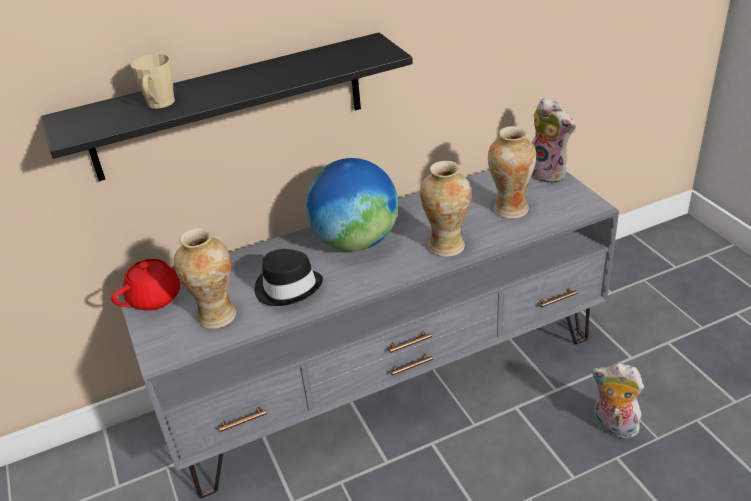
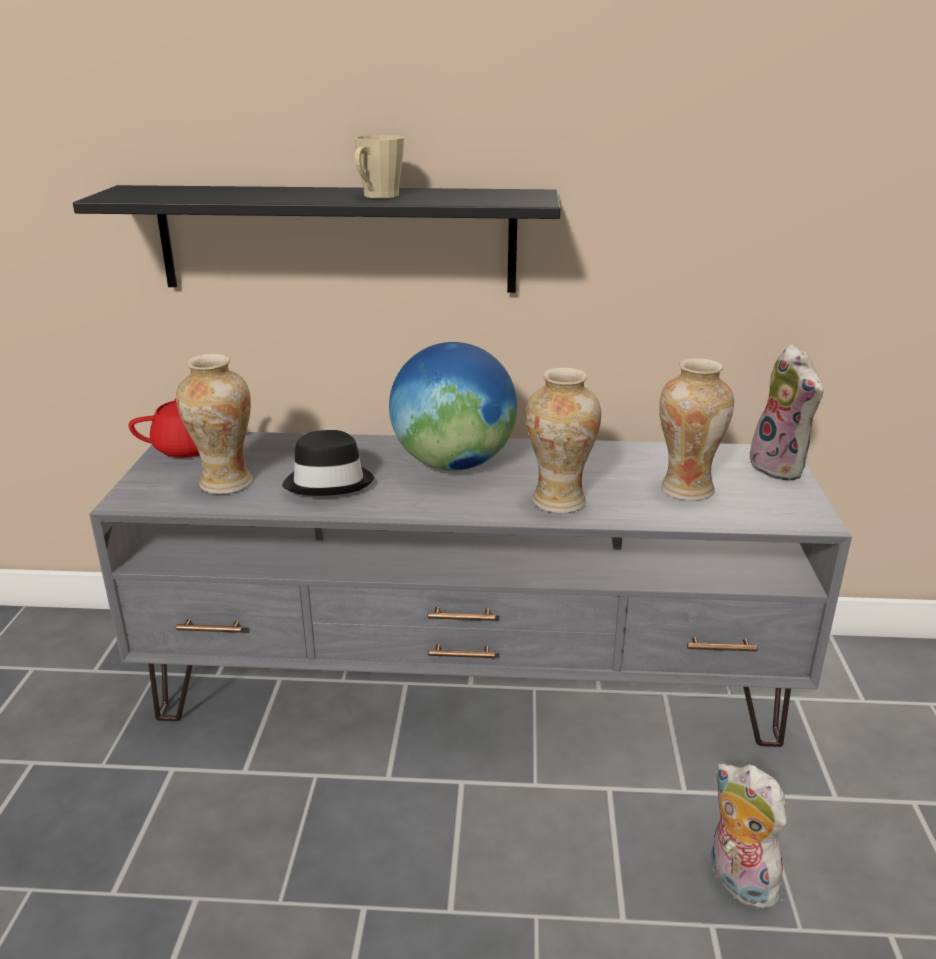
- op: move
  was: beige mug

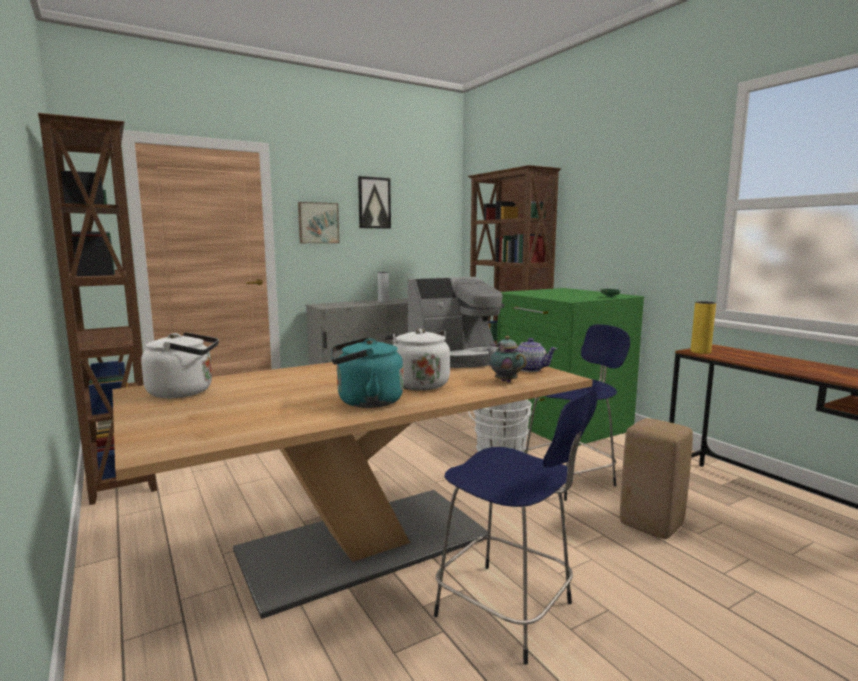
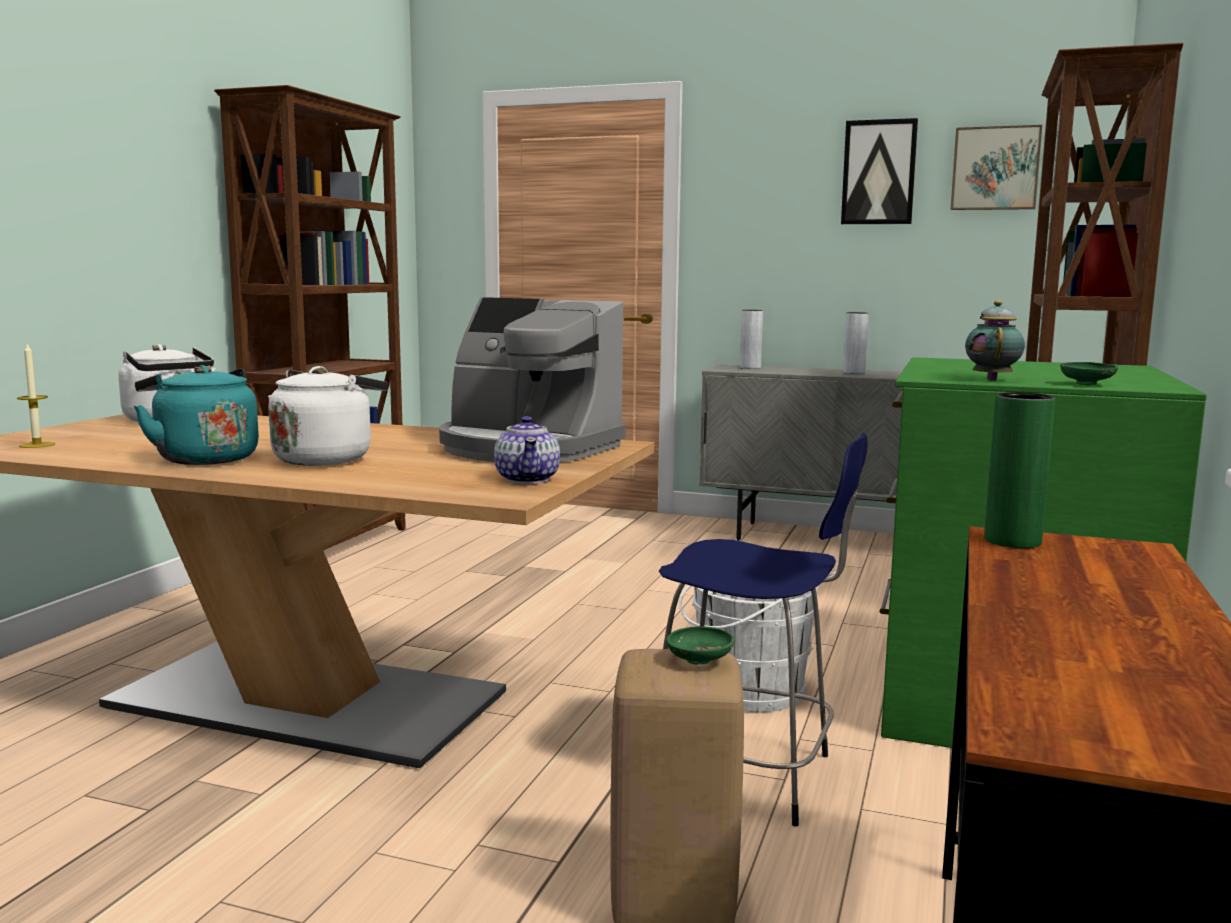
- op: move
  was: wall art (1st from left in the first image)
  now: wall art (2nd from left)
- op: delete
  was: bluish sitting stool (1st from left)
- op: move
  was: pot for tea (1st from left in the first image)
  now: pot for tea (2nd from left)
- op: recolor
  was: yellowish decorative vase
  now: greenish decorative vase
- op: insert
  now: wax candle
- op: insert
  now: greenish serving bowl (1st from left)
- op: insert
  now: gray decorative vase (1st from left)

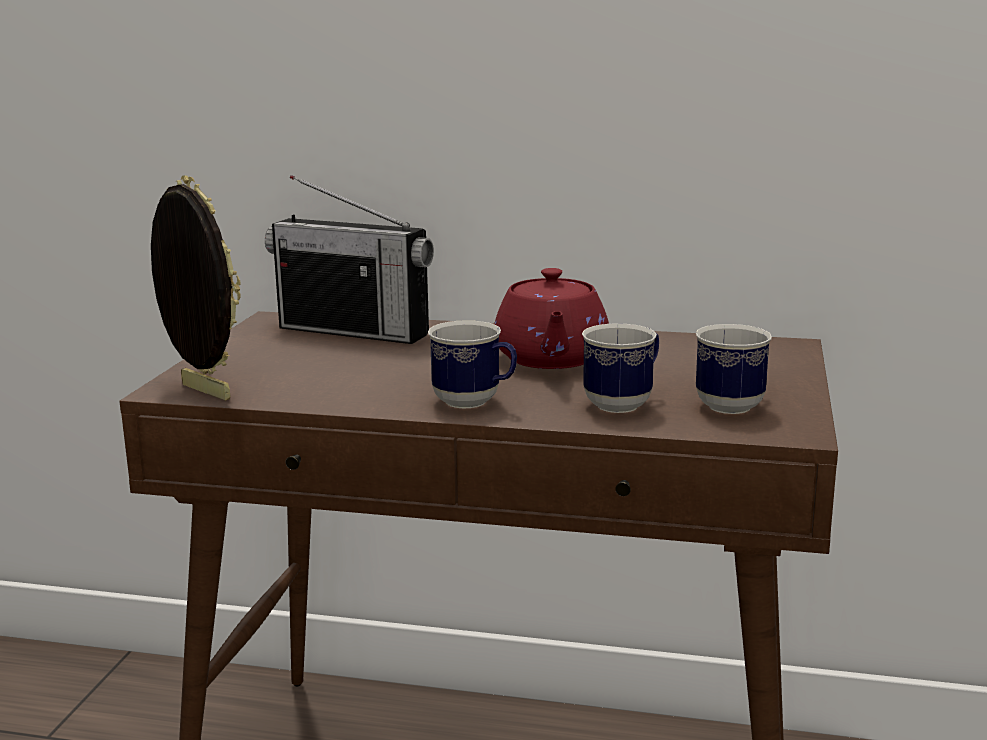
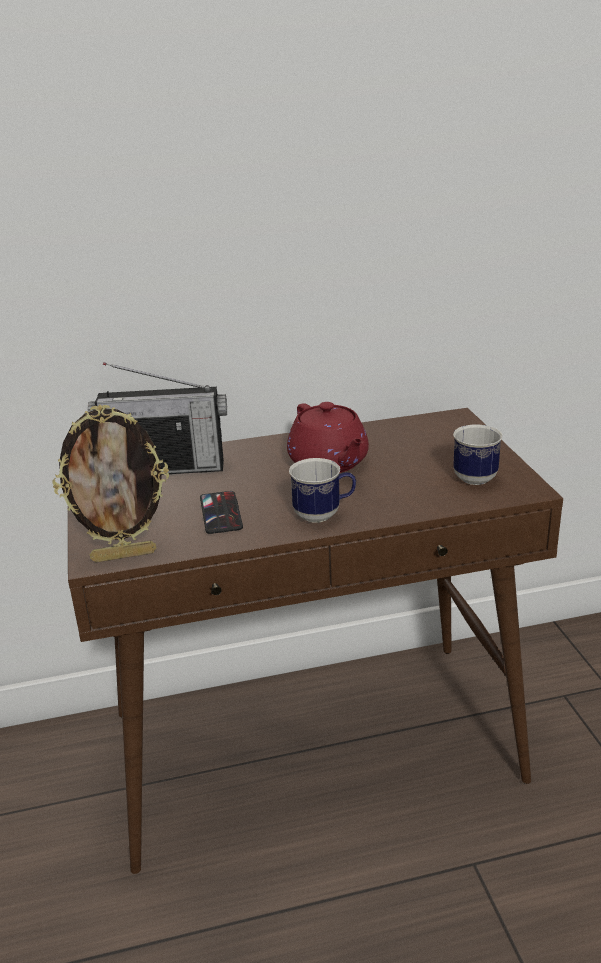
- op: rotate
  was: standing frame
  clockwise: 150
- op: delete
  was: mug (2nd from left)
- op: insert
  now: telephone

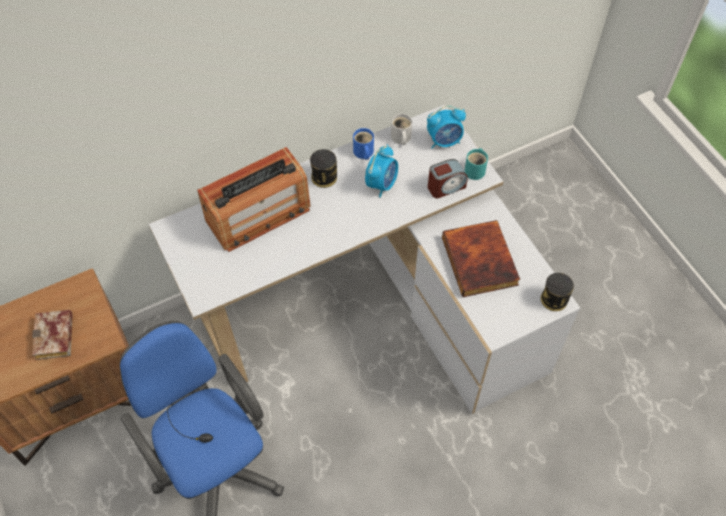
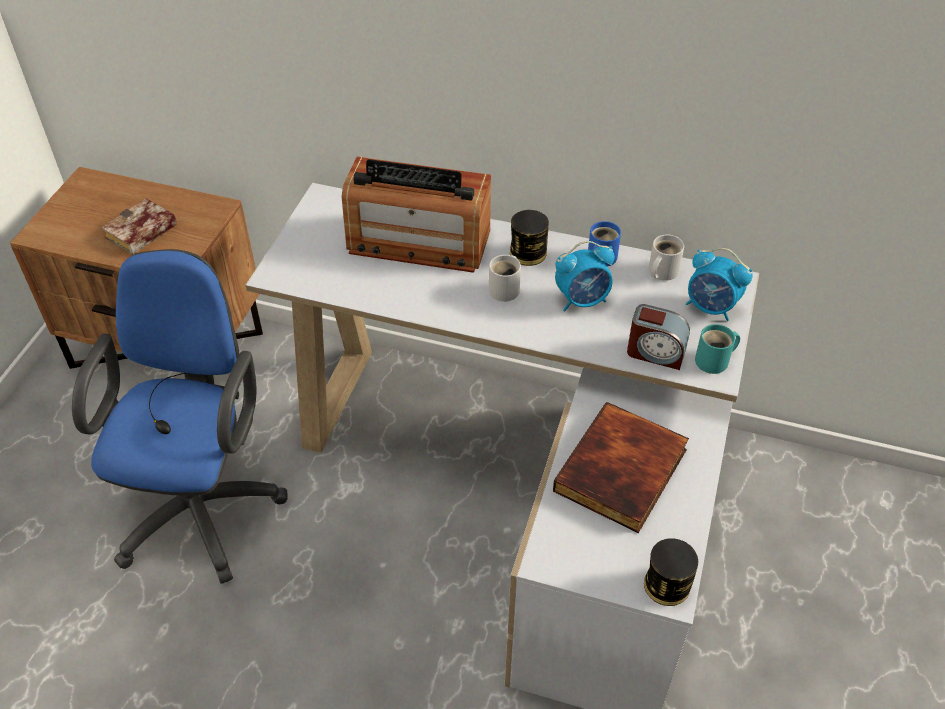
- op: insert
  now: white mug (1st from left)

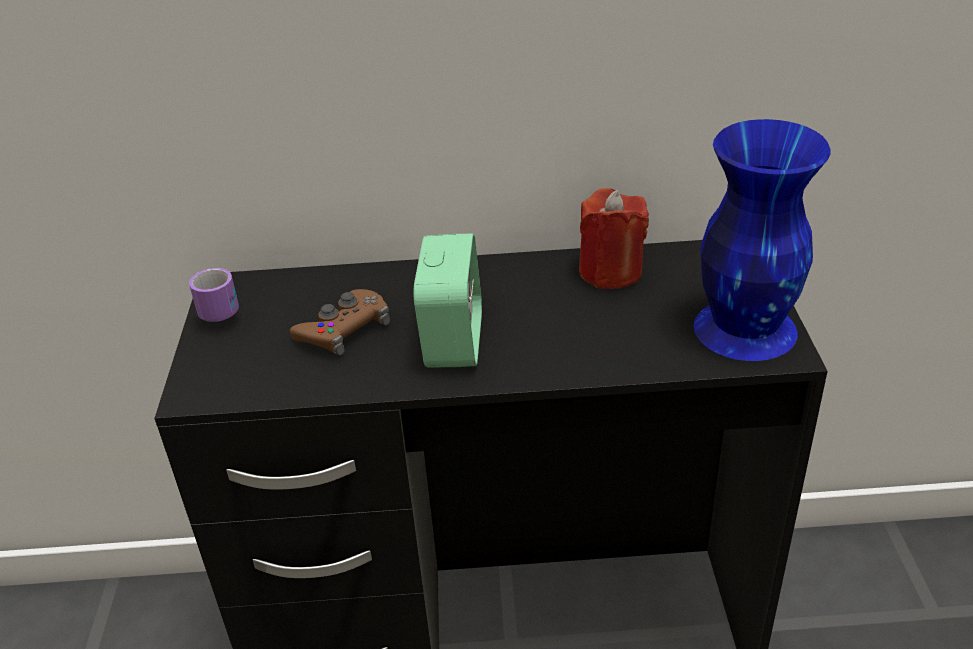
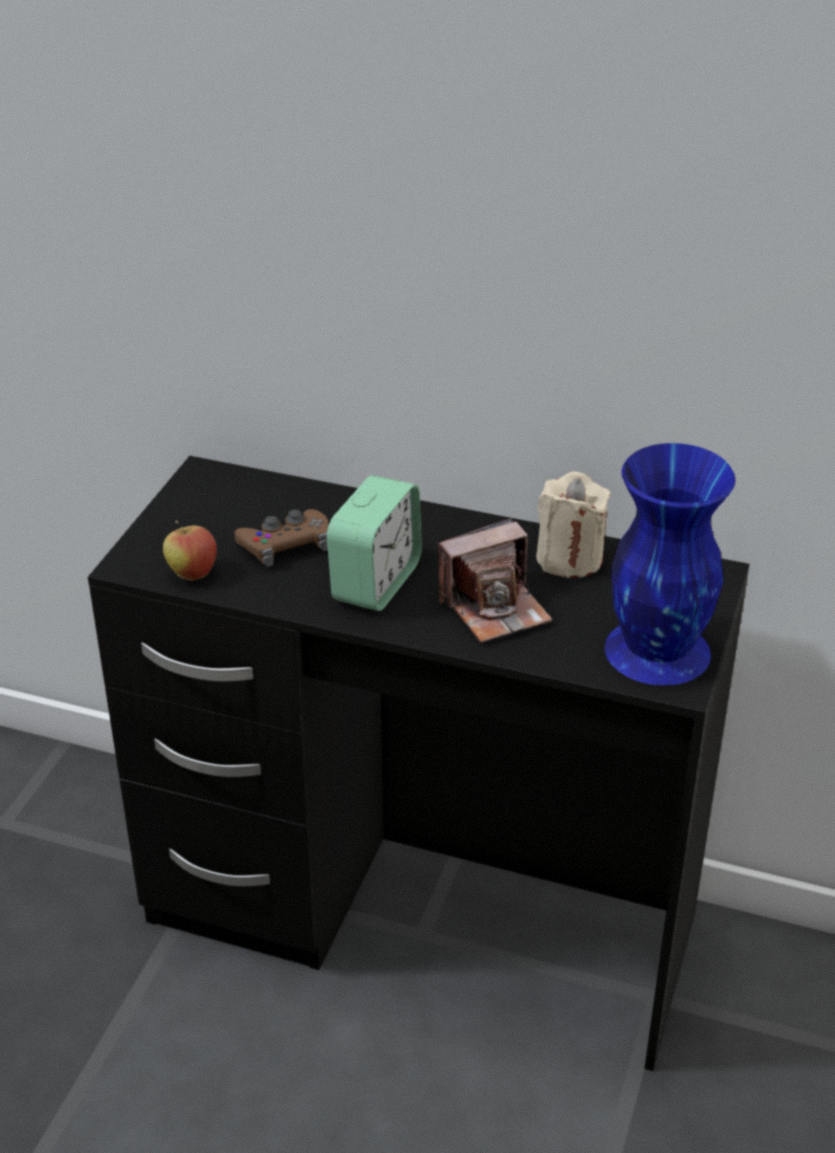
- op: delete
  was: mug
- op: recolor
  was: red-coloured wax candle
  now: beige wax candle
- op: insert
  now: apple fruit
- op: insert
  now: still camera

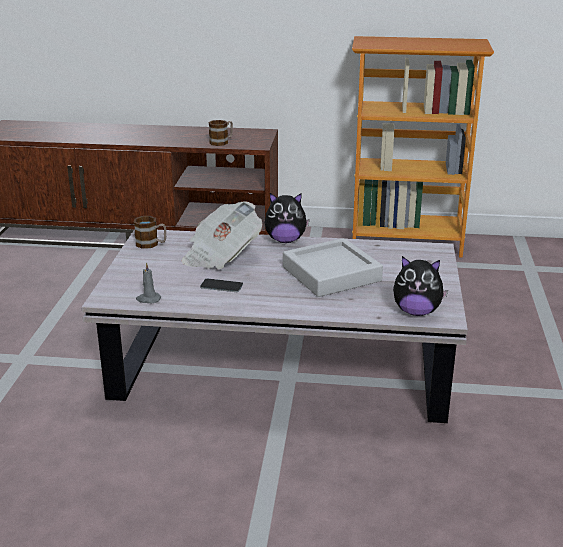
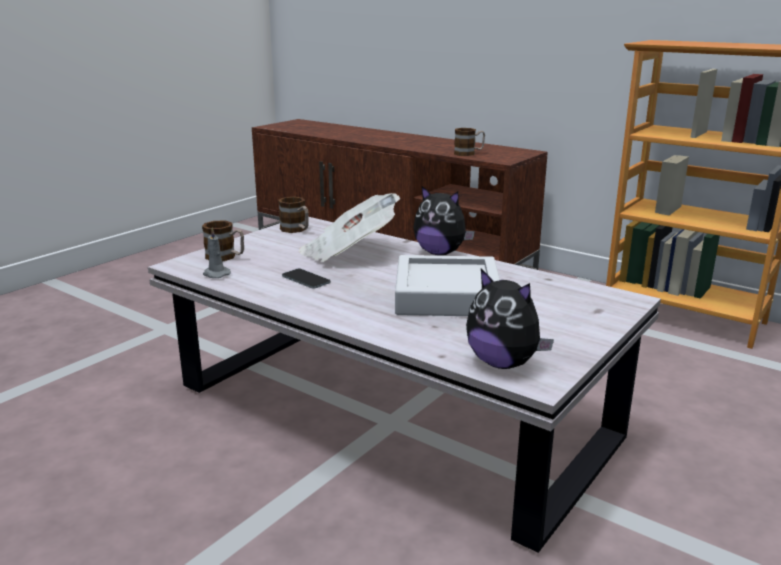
- op: insert
  now: mug (1st from left)

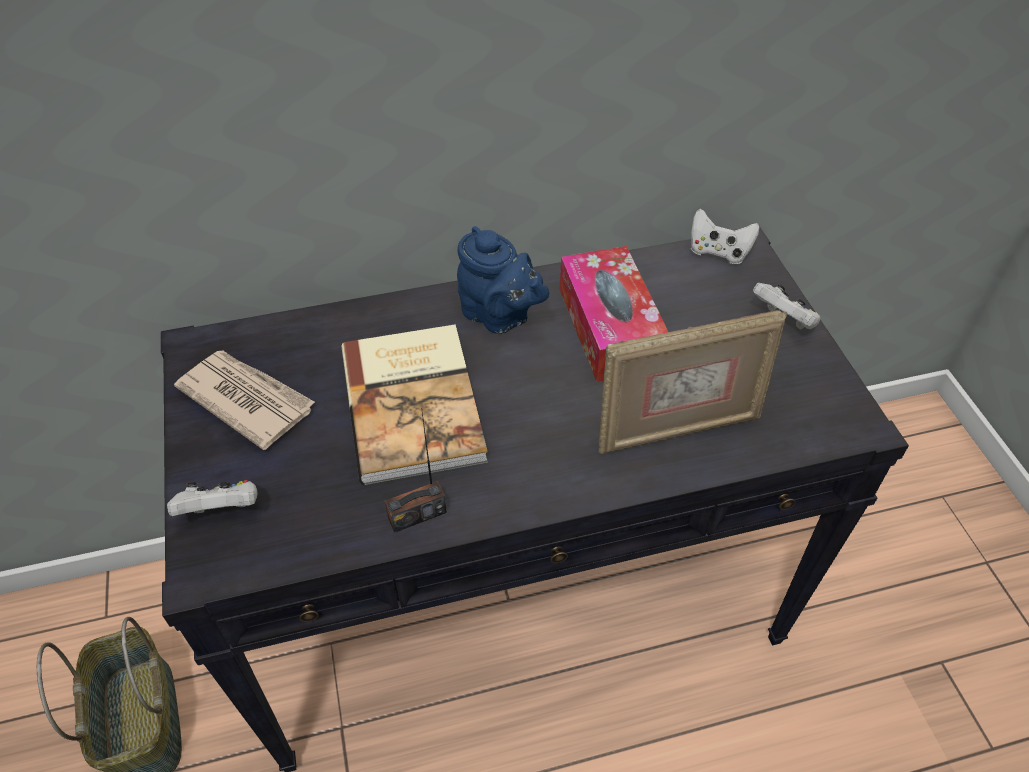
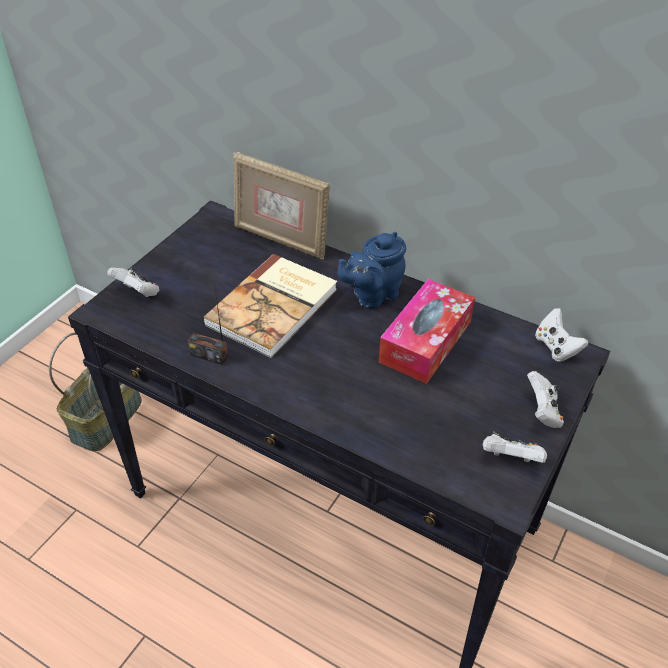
- op: delete
  was: daily paper
- op: rotate
  was: bluish pot for tea
  clockwise: 60
- op: move
  was: standing frame
- op: insert
  now: white game controller (2nd from left)

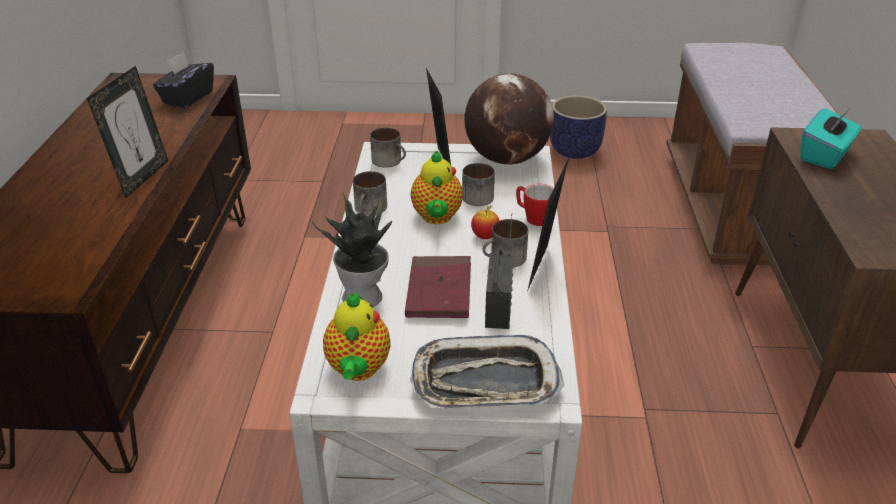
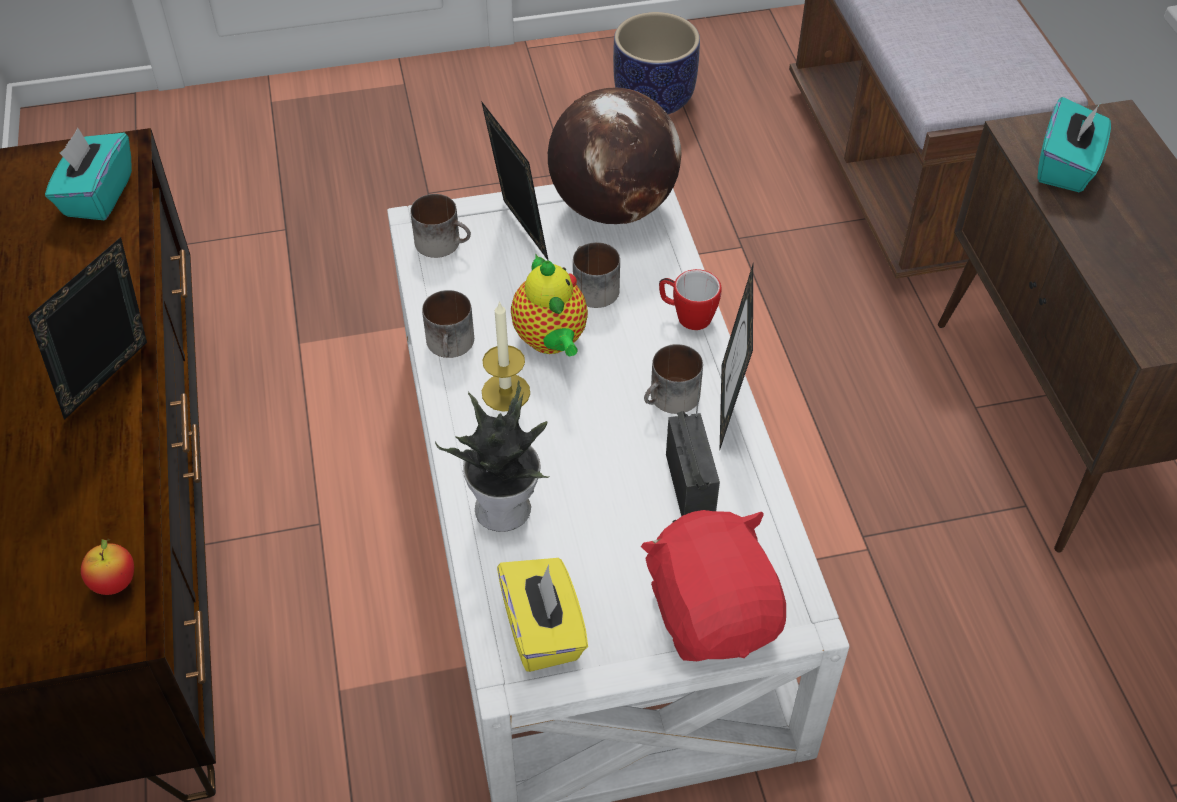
- op: rotate
  was: standing frame (1st from left)
  clockwise: -150
- op: recolor
  was: blackish box of tissues
  now: blue-green box of tissues (1st from left)
- op: replace
  was: pot for tea (1st from left)
  now: yellowish box of tissues
- op: delete
  was: red-coloured volume
- op: replace
  was: serving tray
  now: red-coloured plush toy
- op: move
  was: apple fruit
- op: insert
  now: wax candle

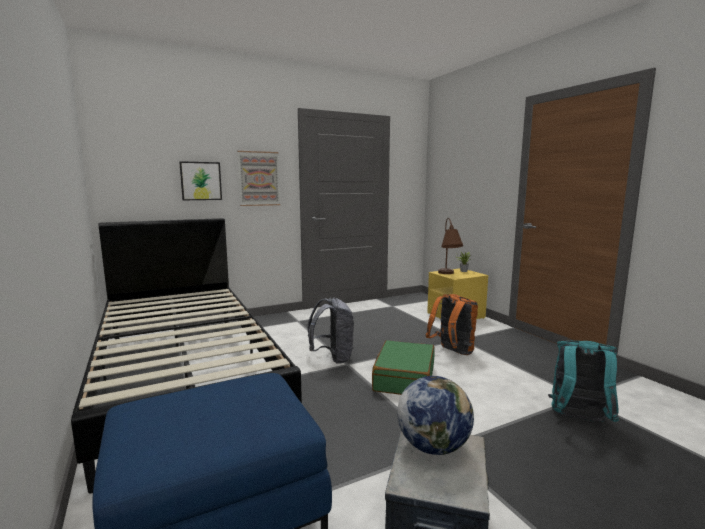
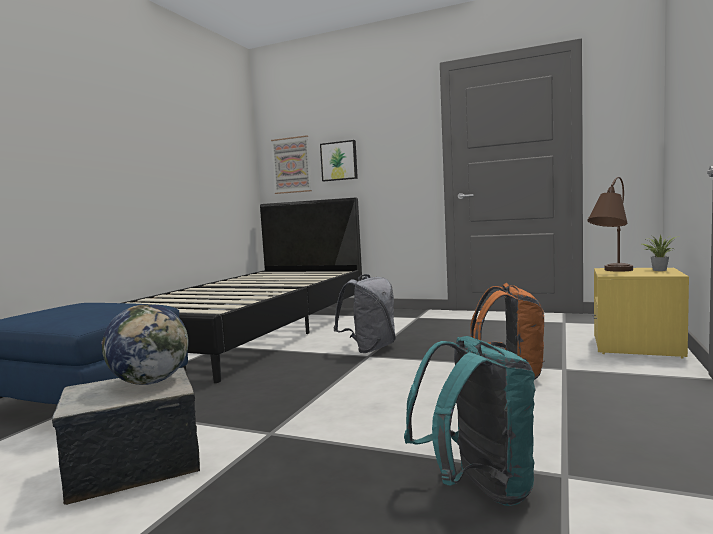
- op: move
  was: wall art (2nd from left in the first image)
  now: wall art (1st from left)
- op: delete
  was: greenish suitcase

